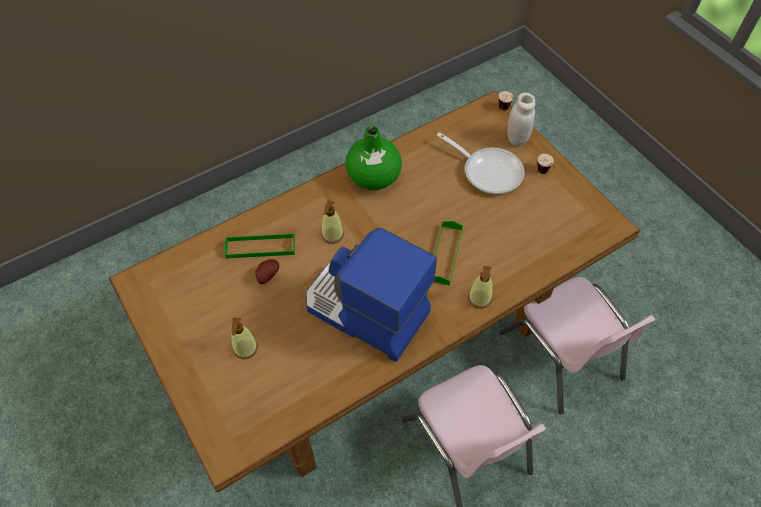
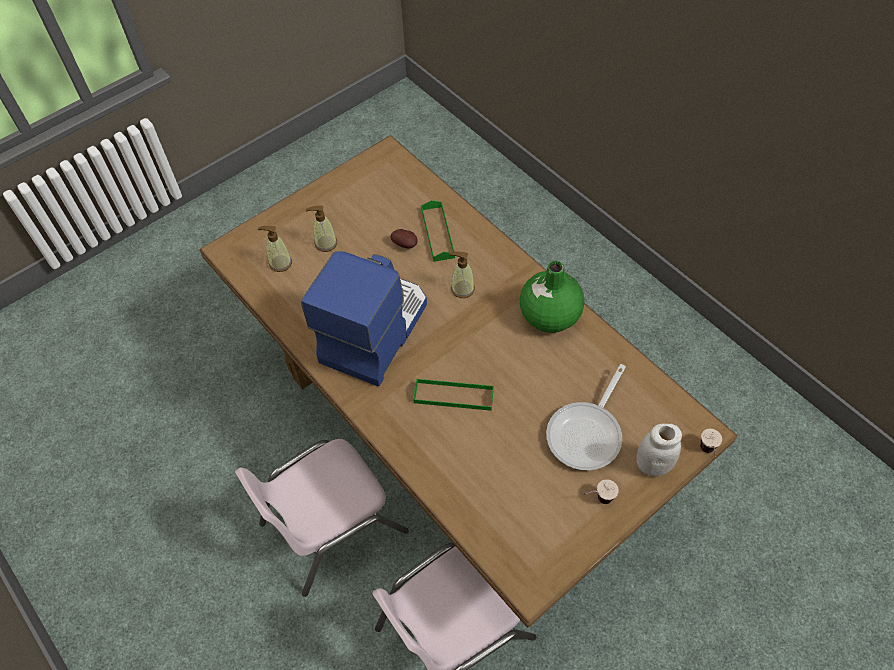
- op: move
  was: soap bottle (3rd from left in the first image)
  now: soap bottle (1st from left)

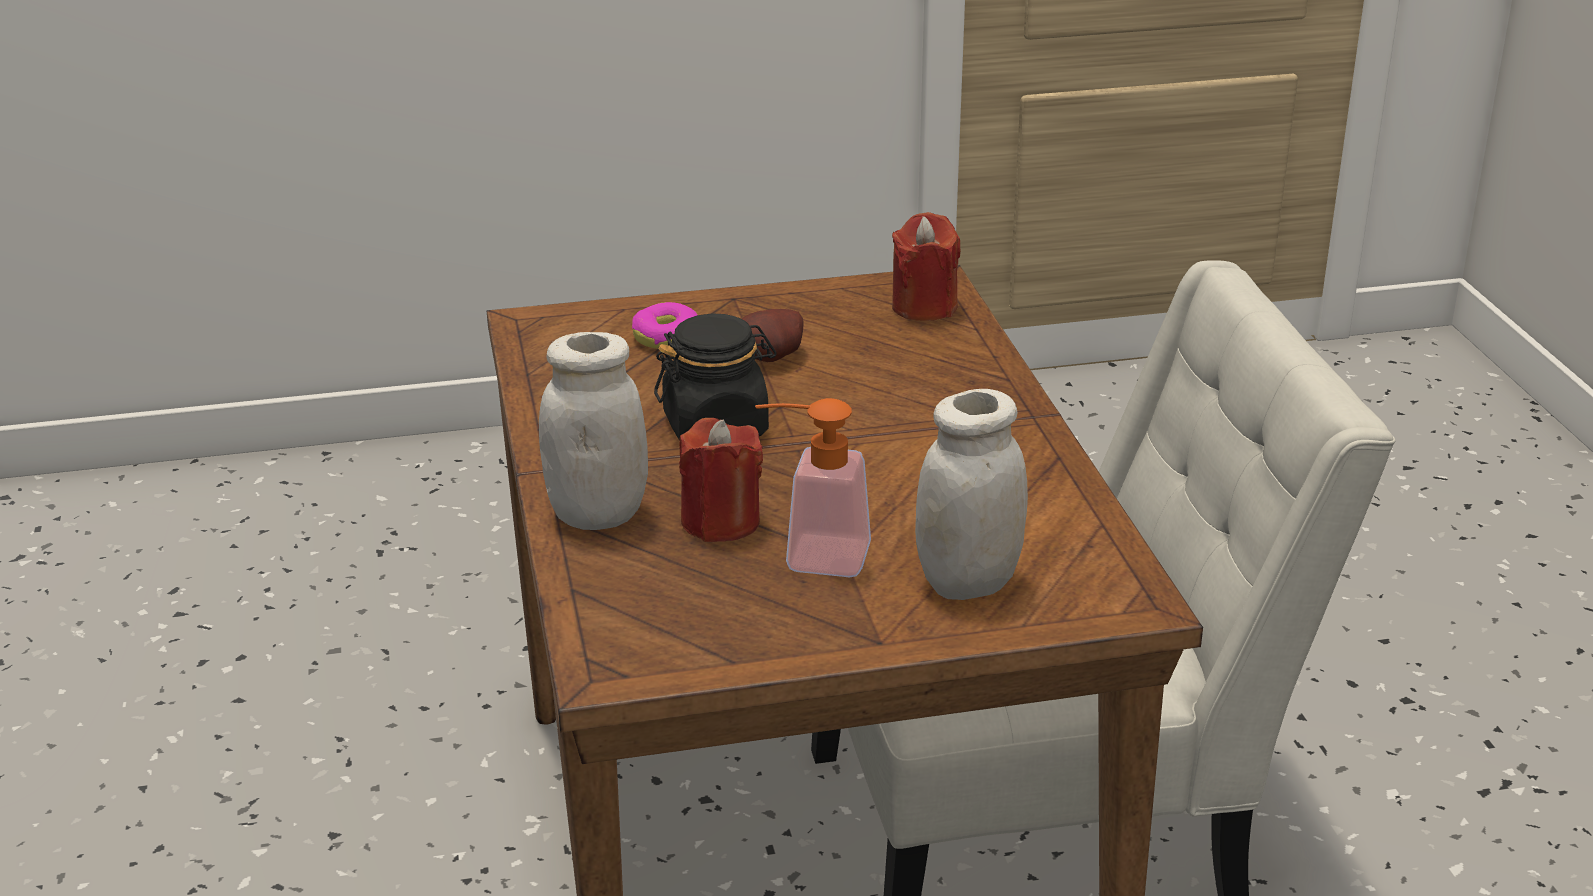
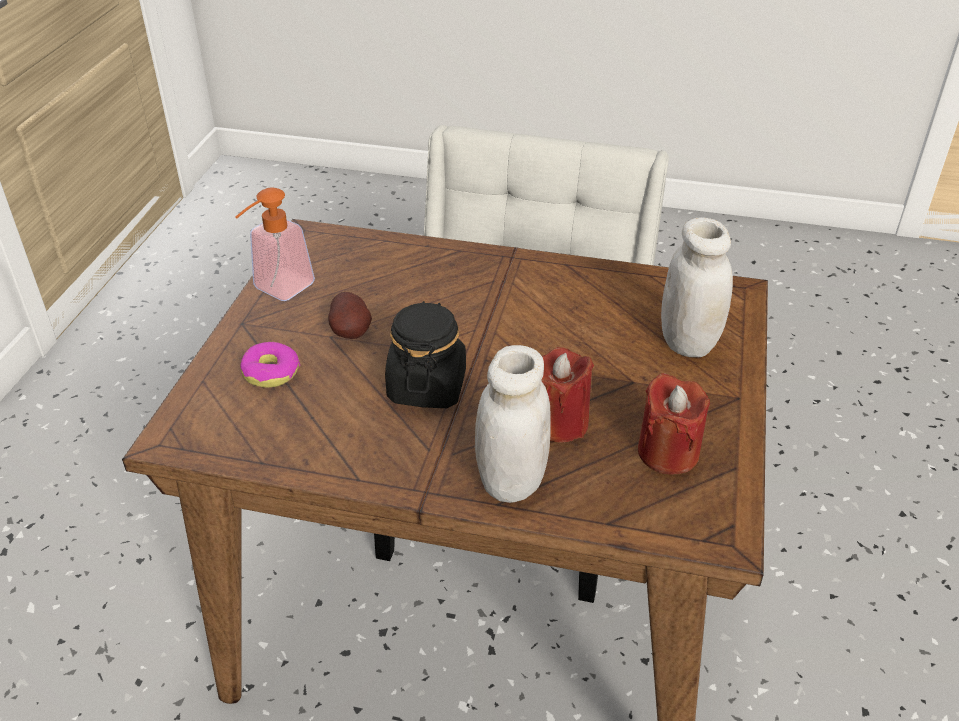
- op: move
  was: soap bottle
- op: move
  was: red-coloured wax candle (2nd from left)

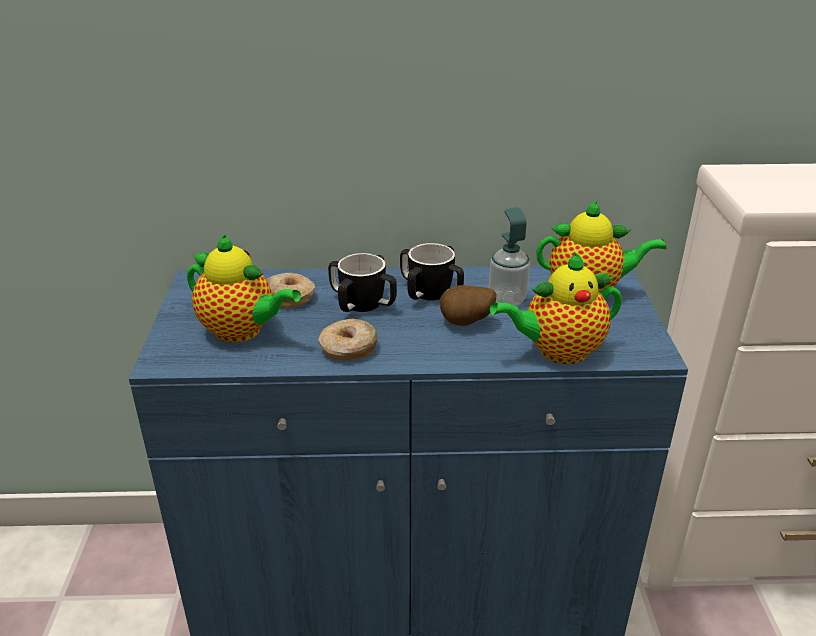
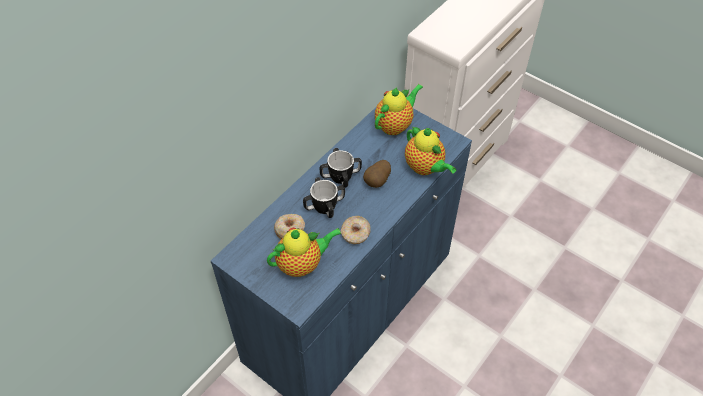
- op: delete
  was: soap bottle
- op: rotate
  was: pot for tea (2nd from left in the first image)
  clockwise: -60

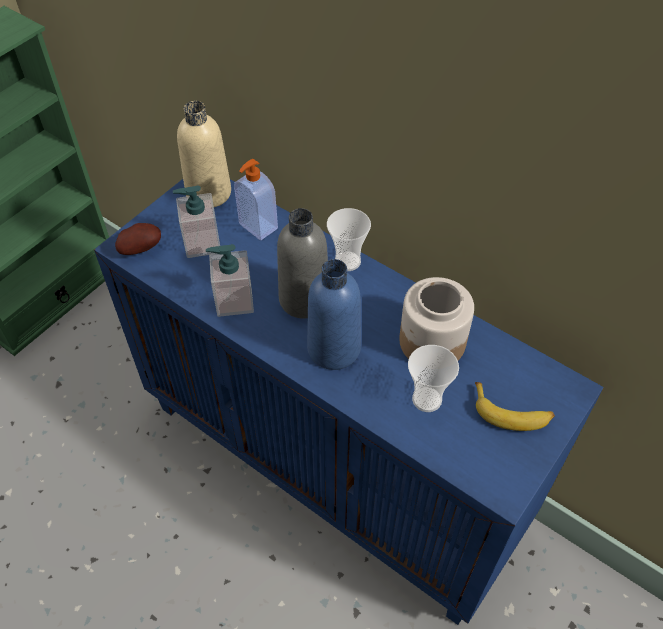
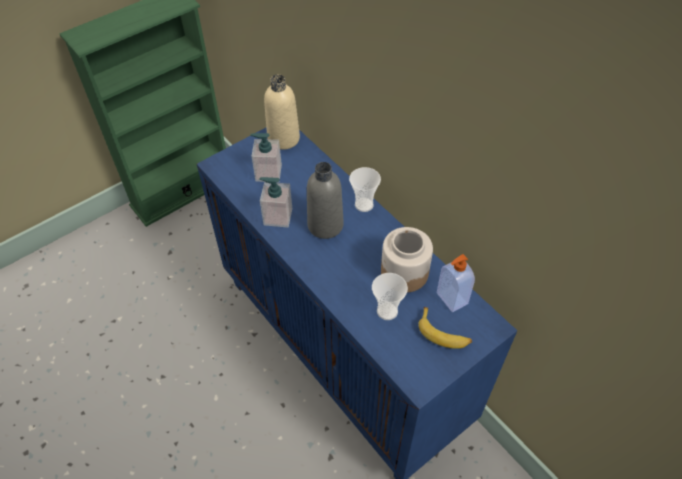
- op: delete
  was: whole potato
- op: move
  was: soap bottle (3rd from left)
- op: delete
  was: bluish bottle

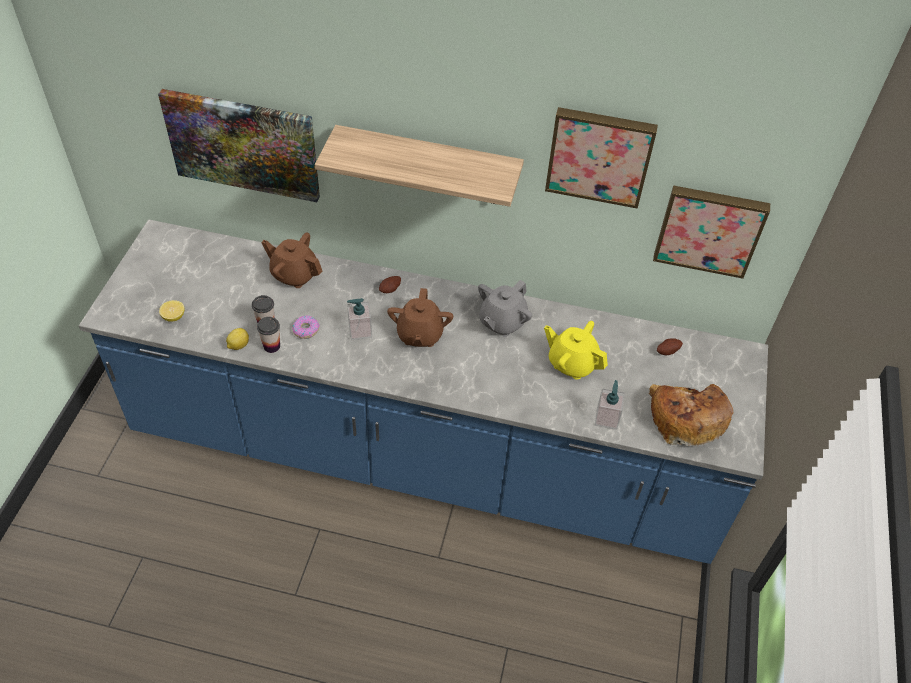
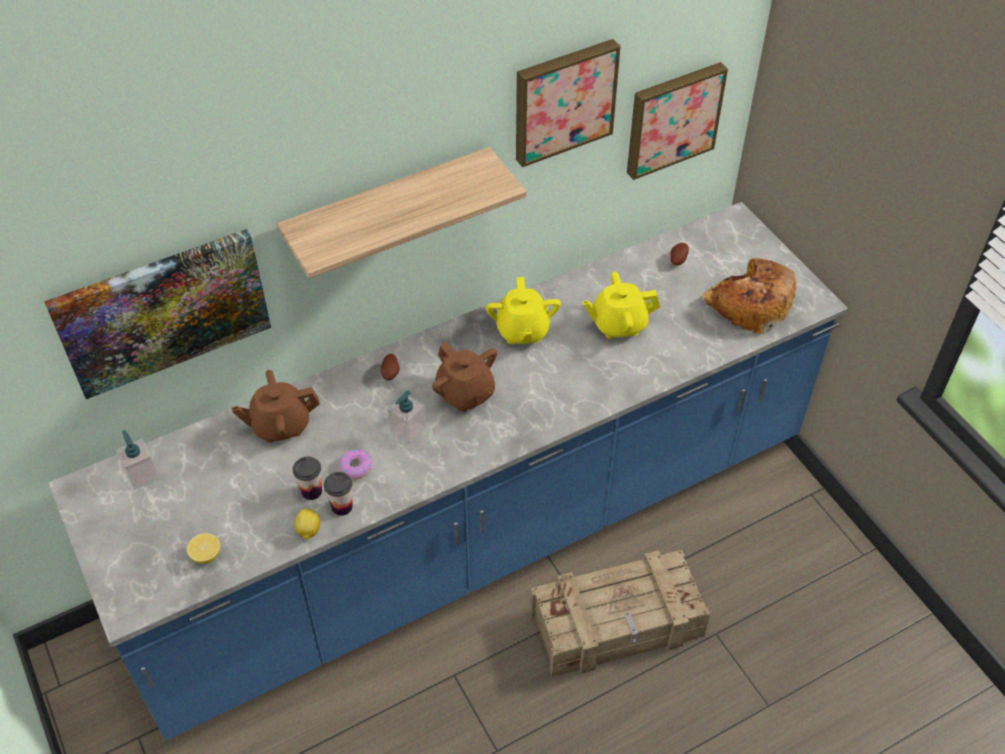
- op: recolor
  was: gray pot for tea
  now: yellowish pot for tea (1st from left)
- op: move
  was: soap bottle (2nd from left in the first image)
  now: soap bottle (1st from left)
- op: insert
  now: crate

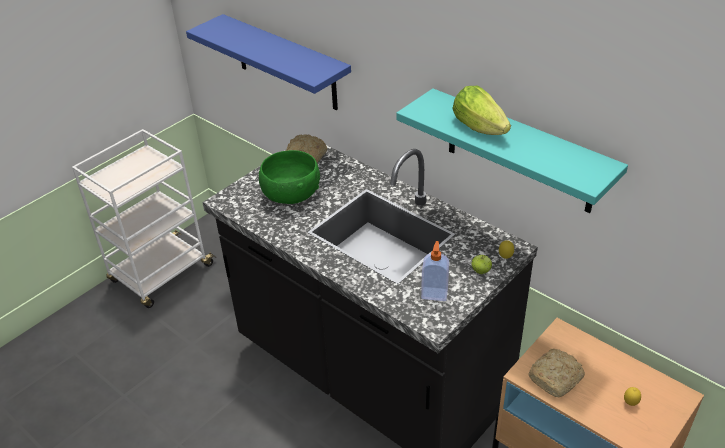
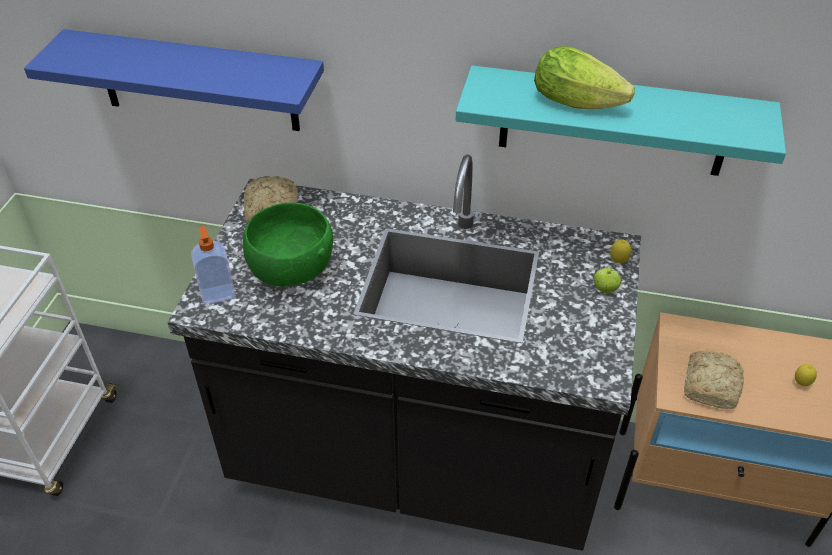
- op: move
  was: soap bottle

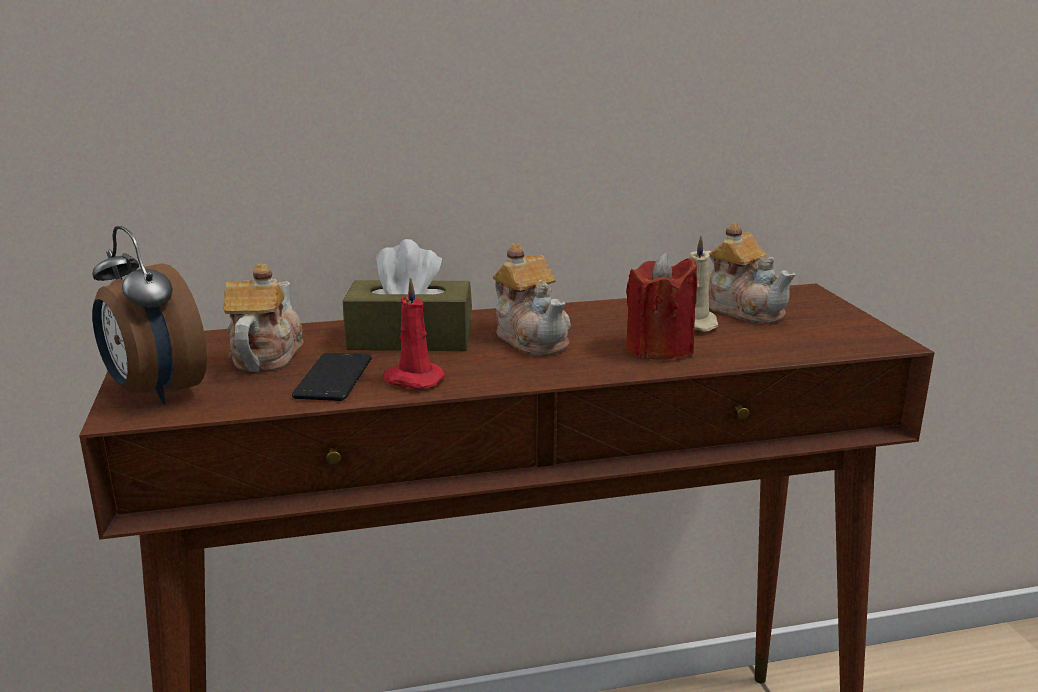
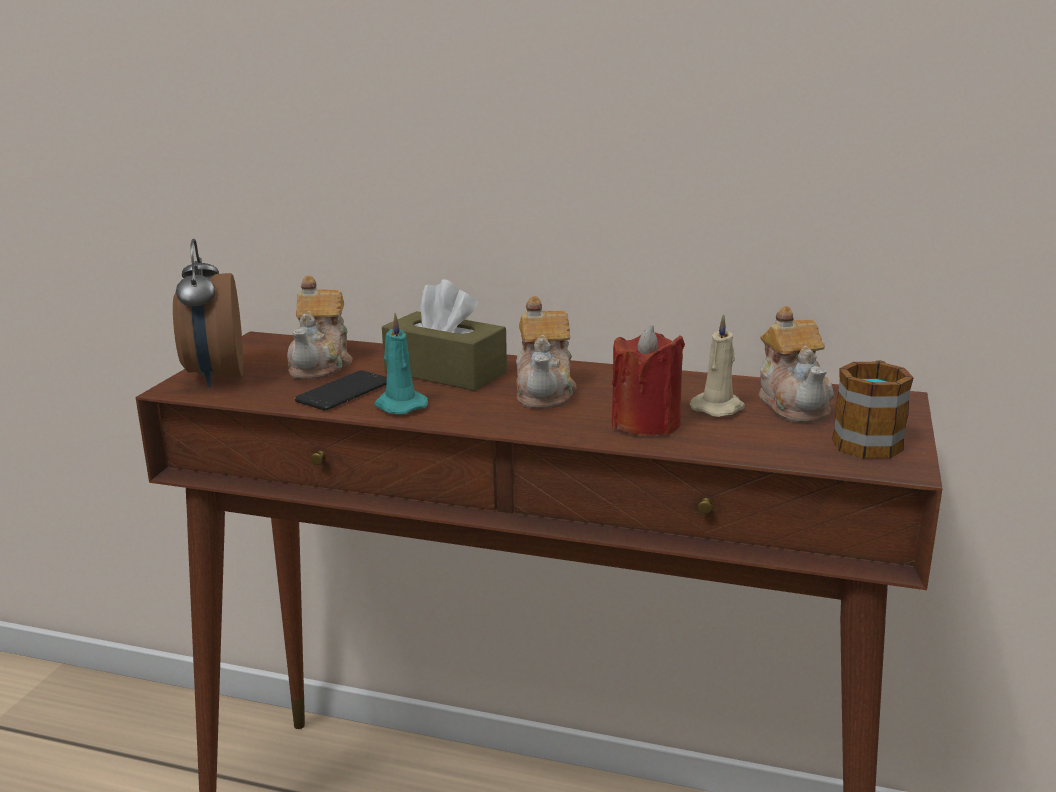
- op: rotate
  was: pot for tea (1st from left)
  clockwise: 150
- op: recolor
  was: red-coloured wax candle (1st from left)
  now: blue-green wax candle
- op: insert
  now: mug

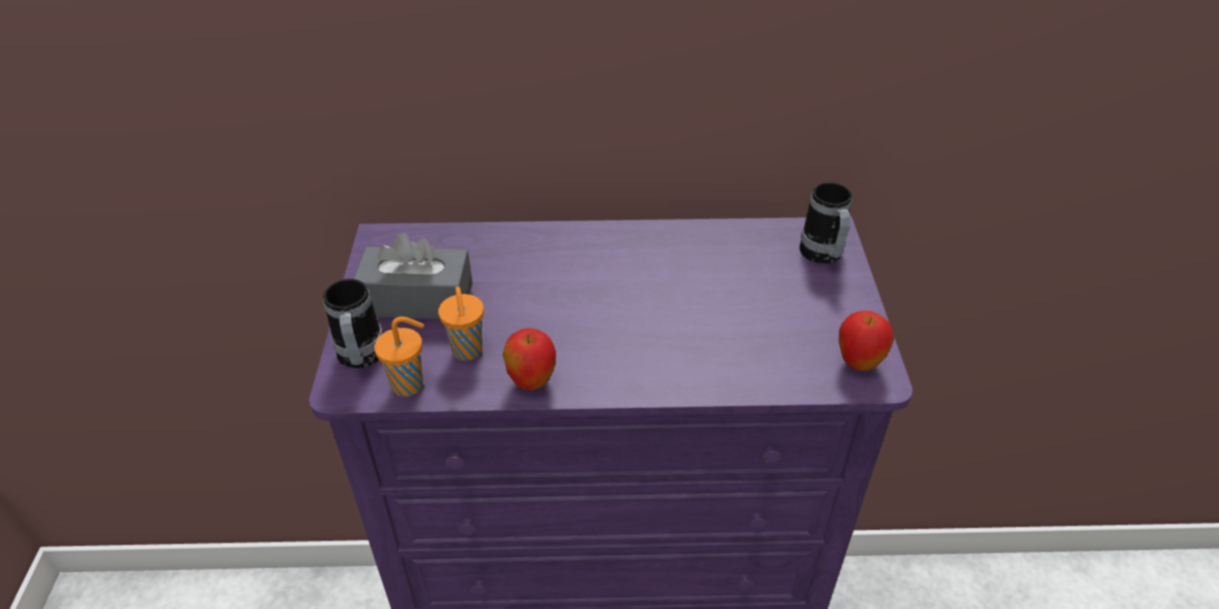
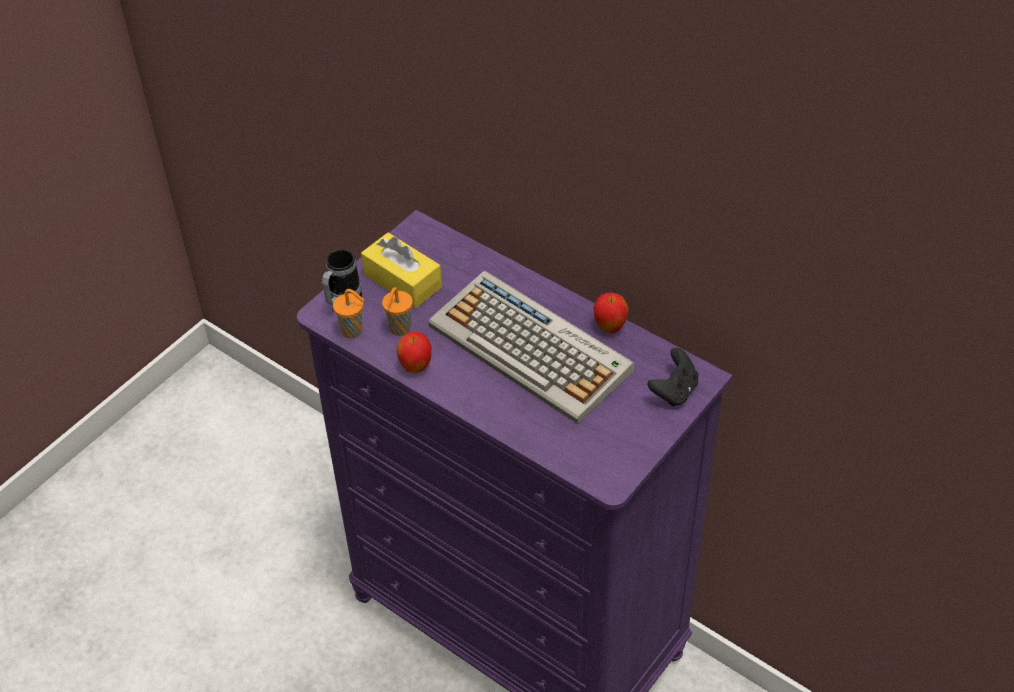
- op: recolor
  was: gray box of tissues
  now: yellowish box of tissues
- op: replace
  was: mug (2nd from left)
  now: blackish game controller
- op: move
  was: apple fruit (2nd from left)
- op: insert
  now: PC keyboard

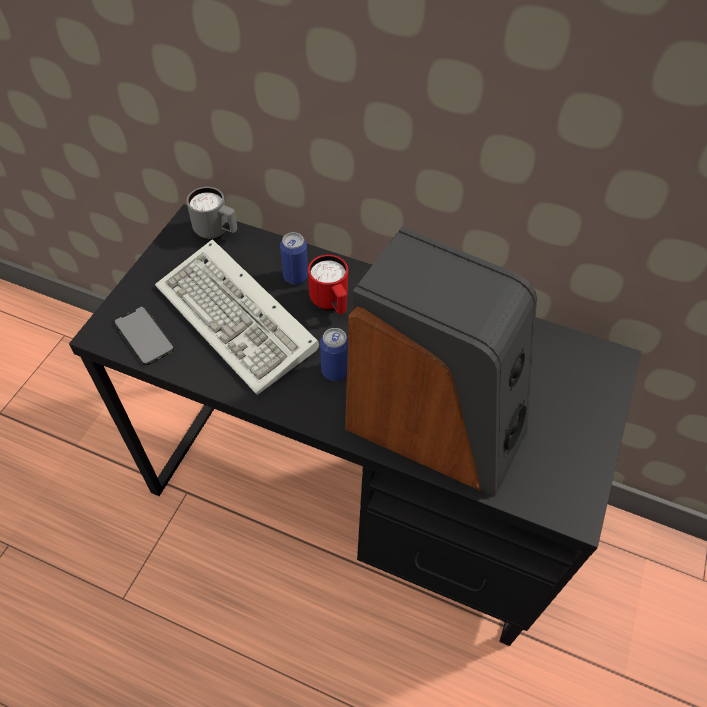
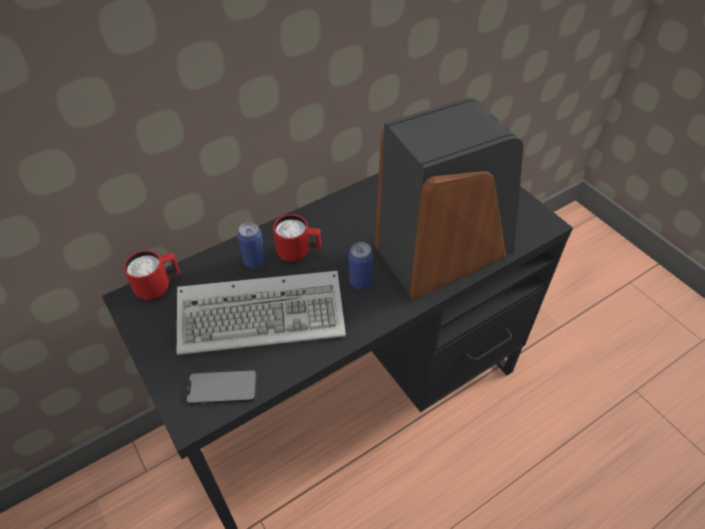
- op: recolor
  was: gray mug
  now: red-coloured mug (1st from left)

